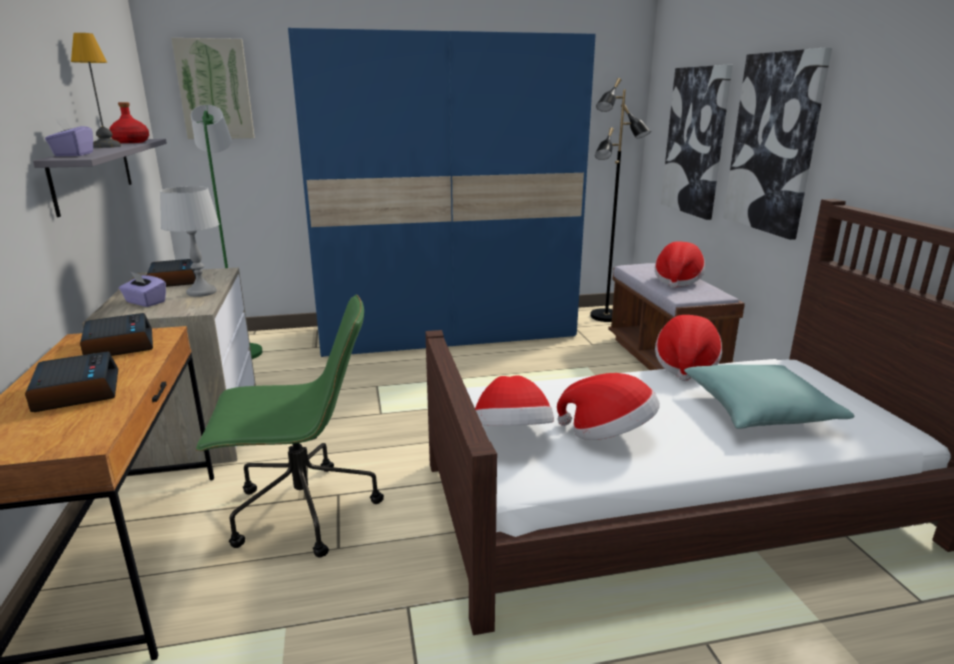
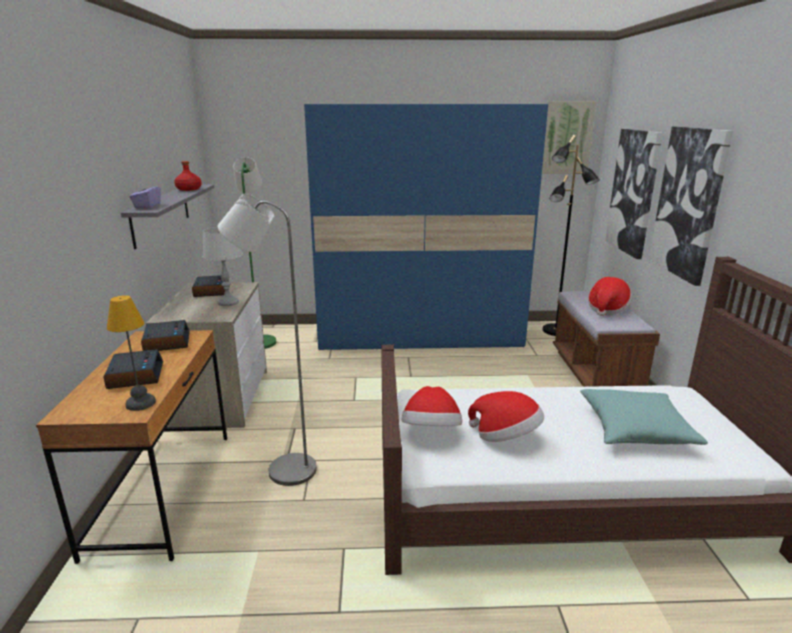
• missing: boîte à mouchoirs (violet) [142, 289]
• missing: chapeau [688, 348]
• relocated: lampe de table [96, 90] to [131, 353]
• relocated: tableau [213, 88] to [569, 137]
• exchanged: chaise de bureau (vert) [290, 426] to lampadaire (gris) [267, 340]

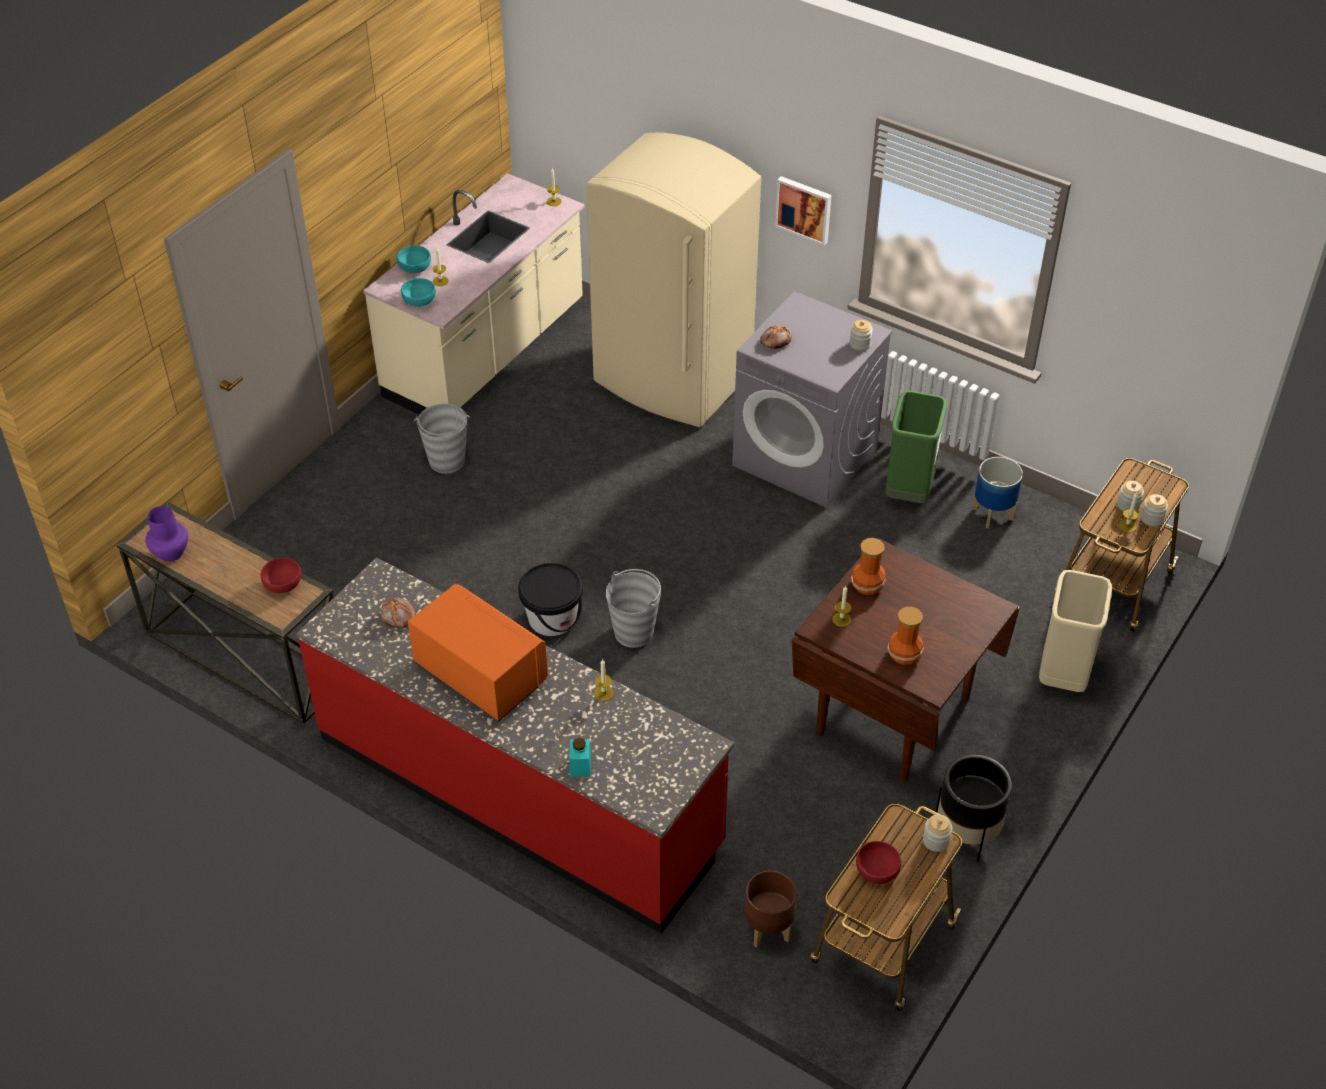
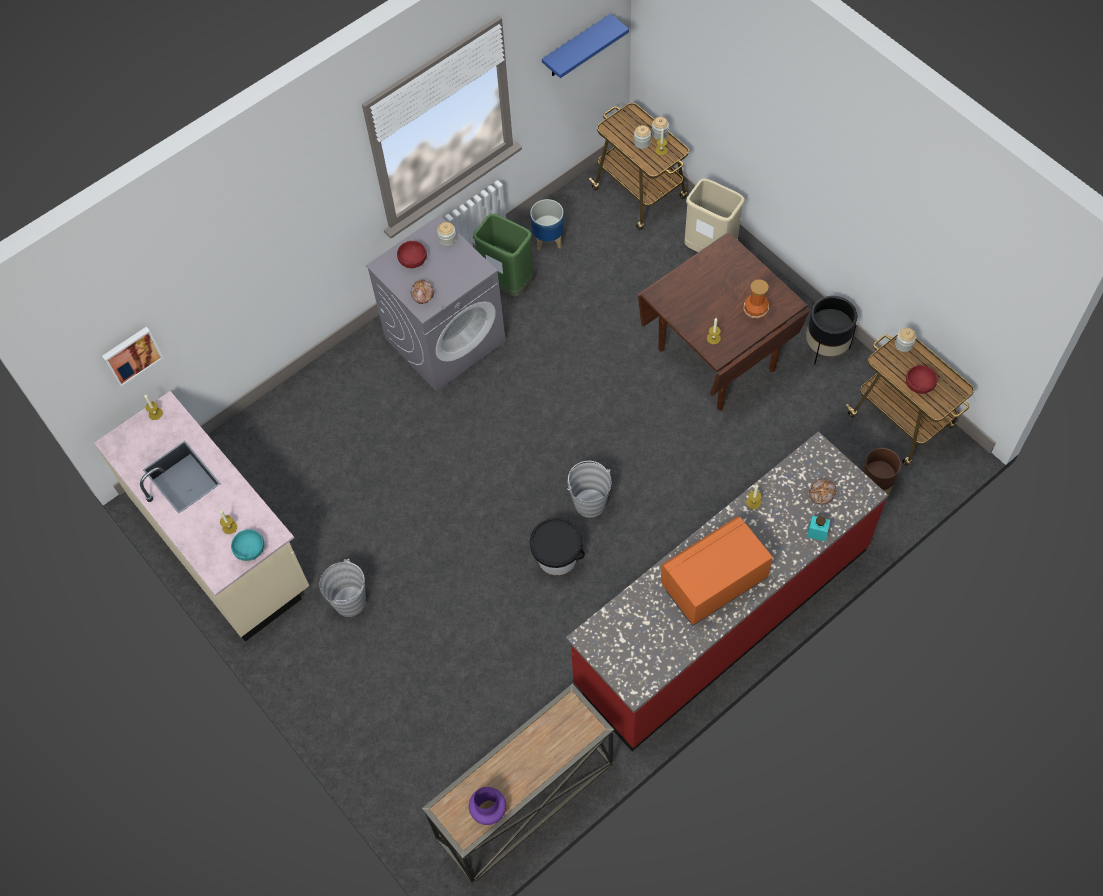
• missing: bol (turquoise) [414, 259]
• missing: réfrigérateur (beige) [673, 280]
• missing: vase [868, 566]
• appeared: étagère (bleu) [585, 46]
• relocated: bol (rouge) [281, 575] to [412, 254]
• relocated: pain [398, 613] to [823, 491]
• relocated: tableau [803, 211] to [133, 357]

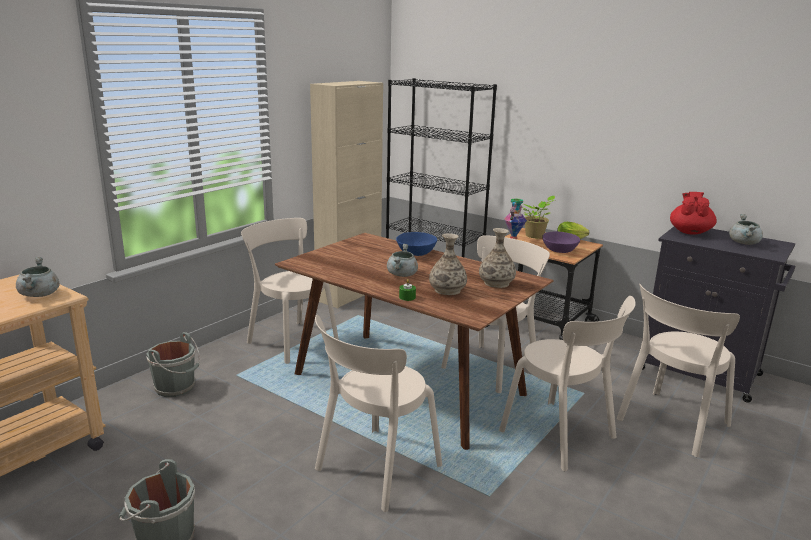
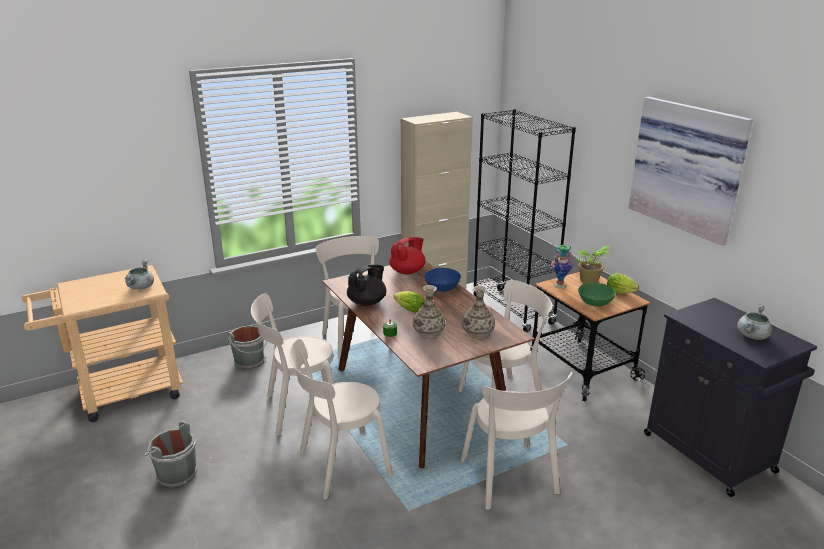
• appeared: théière (noir) [366, 285]
• appeared: tableau [690, 171]
• relocated: chaise (beige) [678, 370] to [292, 364]
• relocated: théière (rouge) [693, 213] to [407, 256]
• exchanged: marmite (gris) [402, 260] to laitue [409, 302]
• colour: bol (violet) [561, 242] to bol (vert) [597, 294]

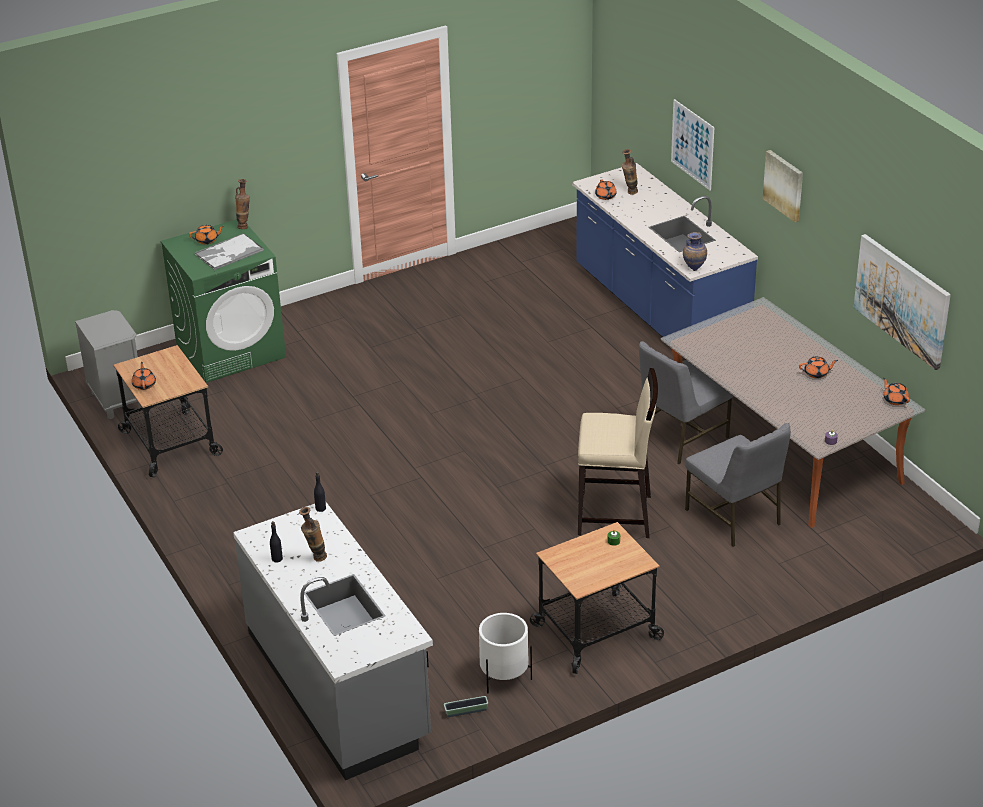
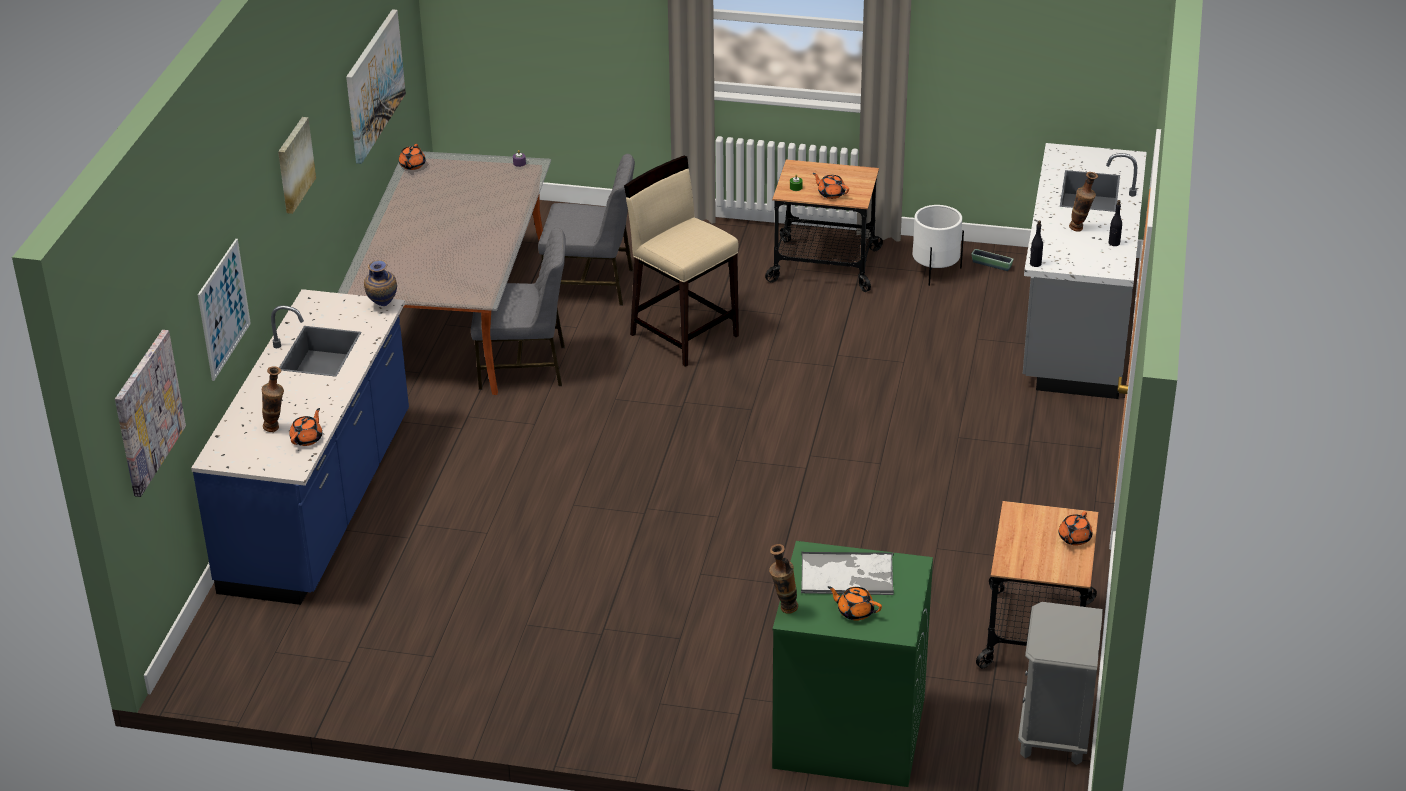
• appeared: tableau [150, 413]
• relocated: théière (orange) [818, 367] to [831, 186]
• spun: chaise (gris) [738, 485] = [586, 230] 90 degrees clockwise

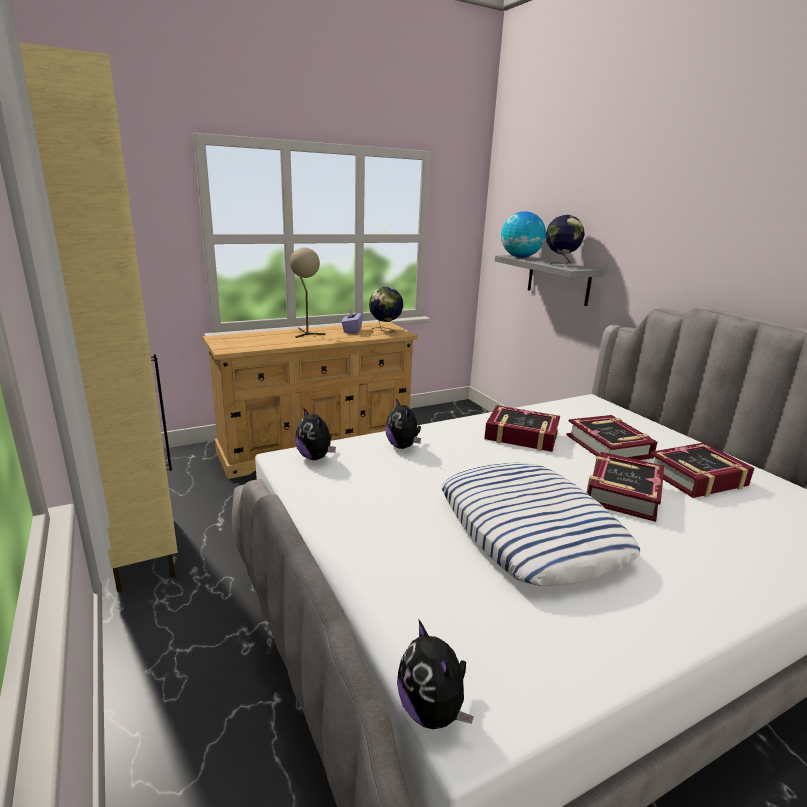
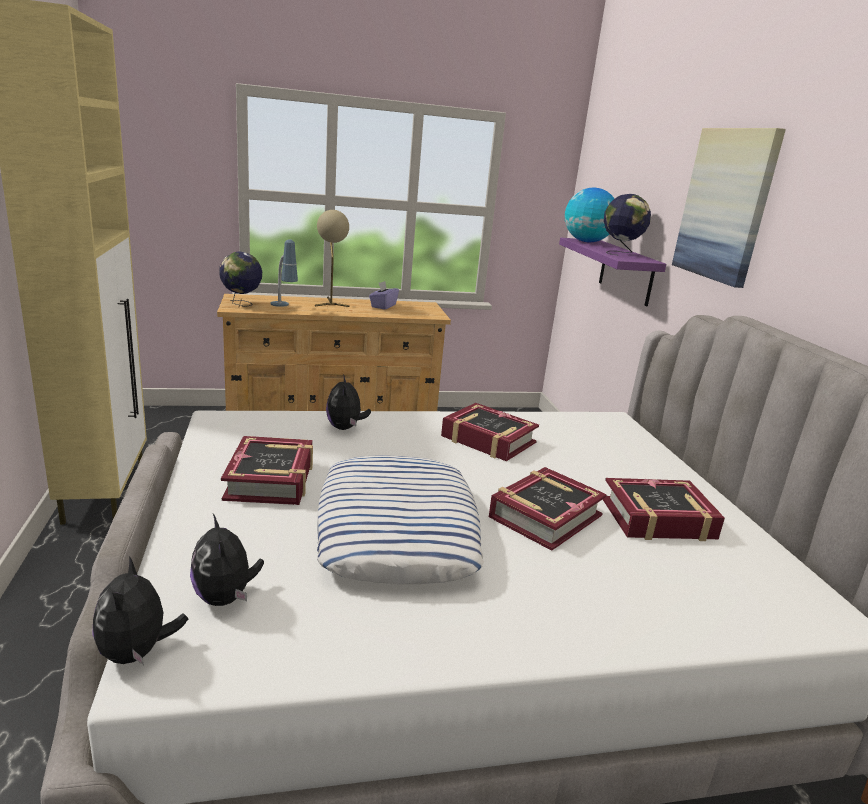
• appeared: lampe de table [284, 273]
• appeared: tableau [729, 208]
• relocated: peluche [315, 433] to [227, 560]
• relocated: globe [386, 309] to [240, 279]
• relocated: livre [612, 437] to [267, 470]
• colour: étagère (gris) [549, 280] to étagère (violet) [612, 272]

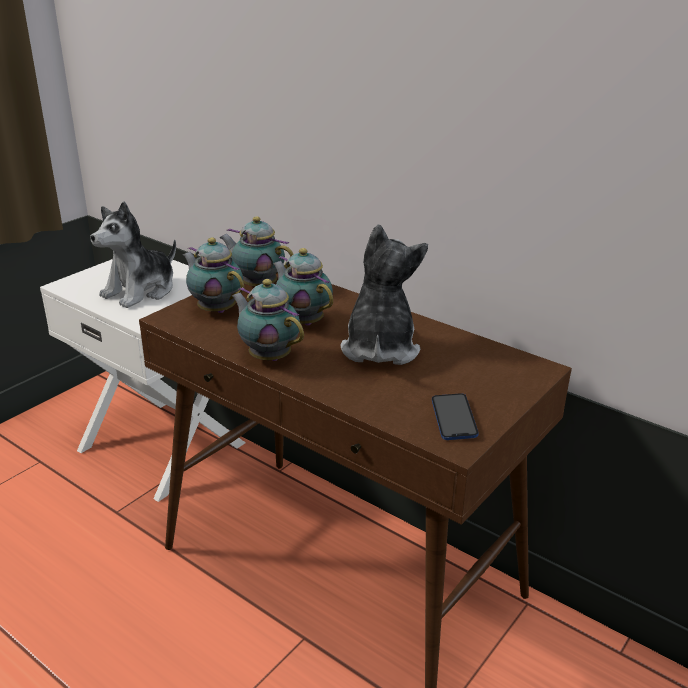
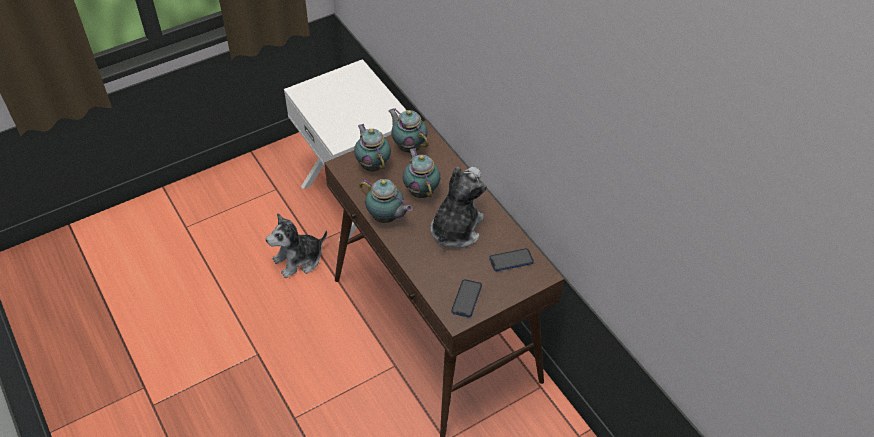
• appeared: téléphone [511, 259]
• relocated: peluche [133, 254] to [296, 245]
• spun: théière [268, 320] = [386, 201] 150 degrees clockwise

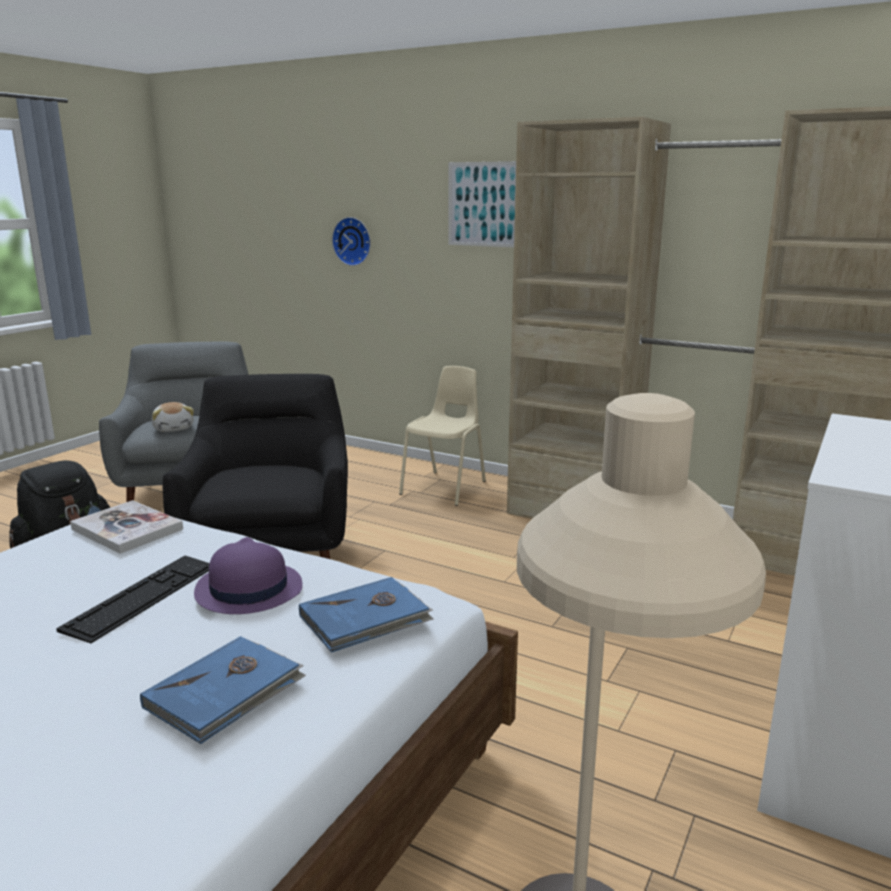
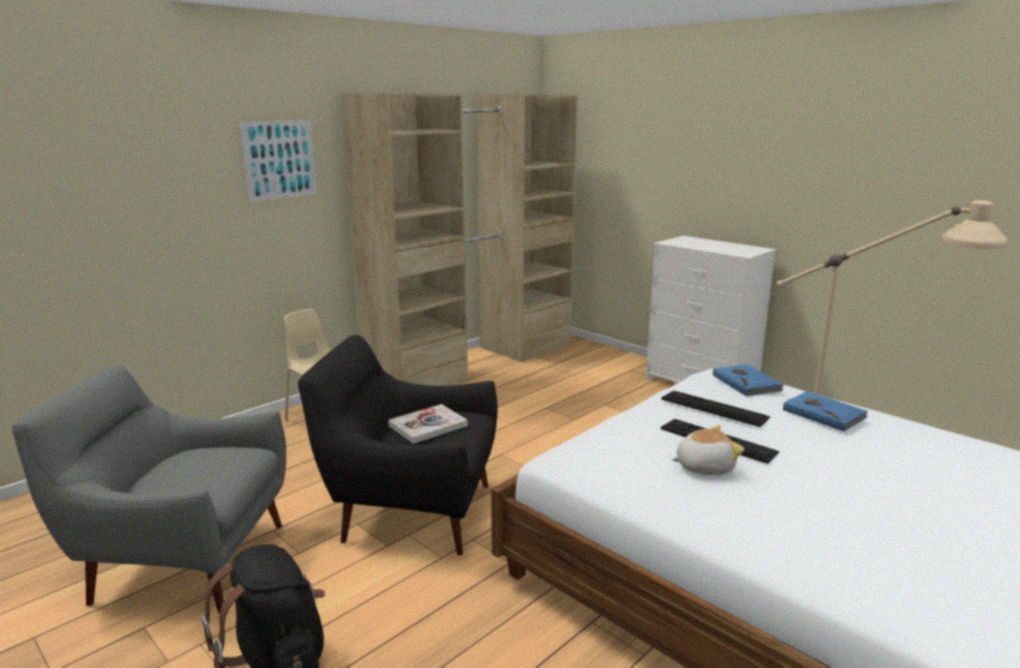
• missing: horloge murale [351, 241]
• relocated: livre [126, 527] to [428, 424]
• relocated: peluche [172, 417] to [708, 450]
• exchanged: chapeau (violet) [248, 575] to clavier [715, 409]

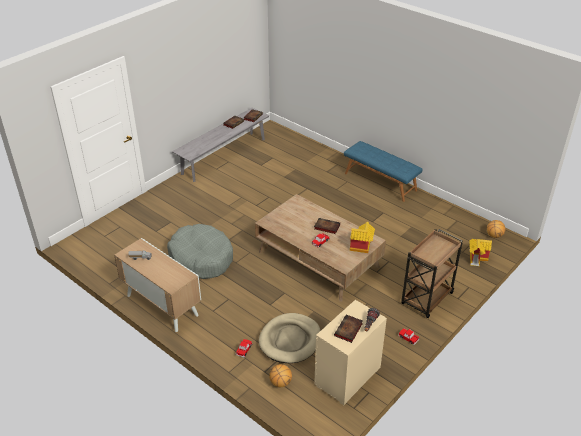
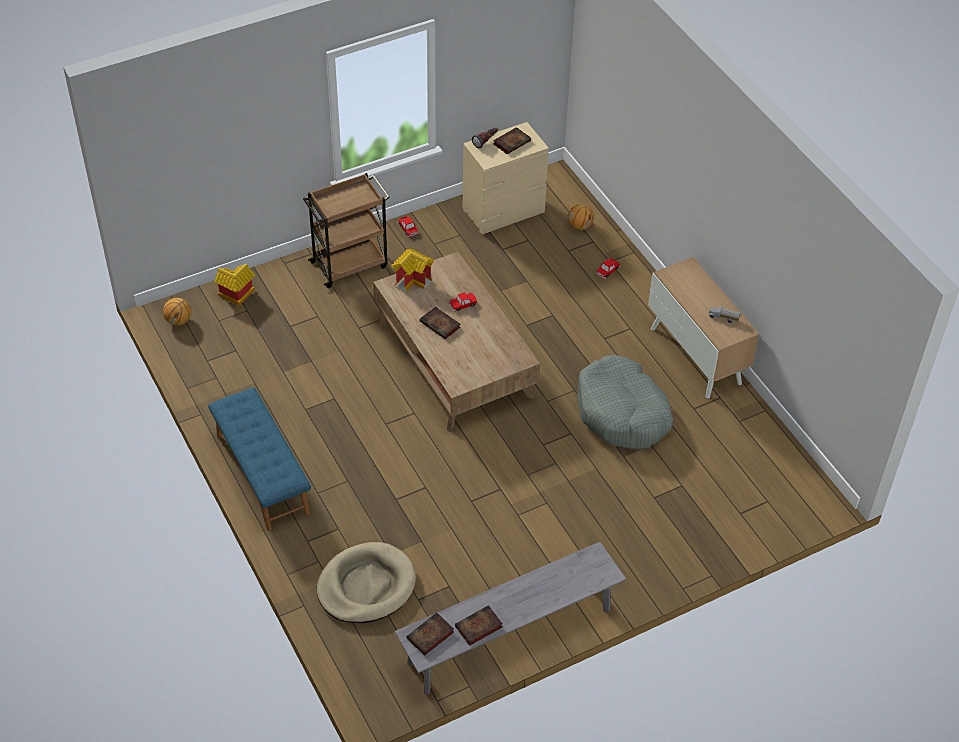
• relocated: panier pour chien (beige) [290, 338] to [366, 582]

